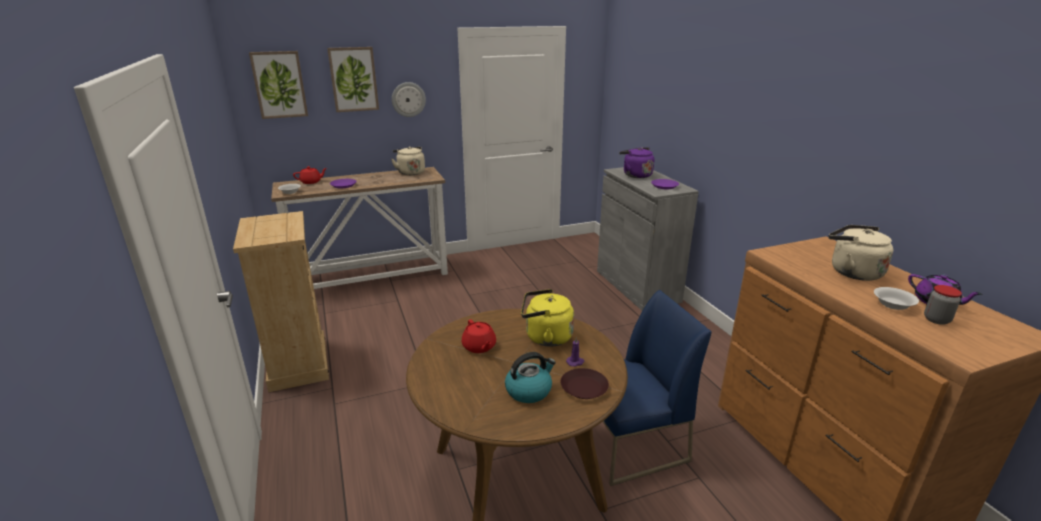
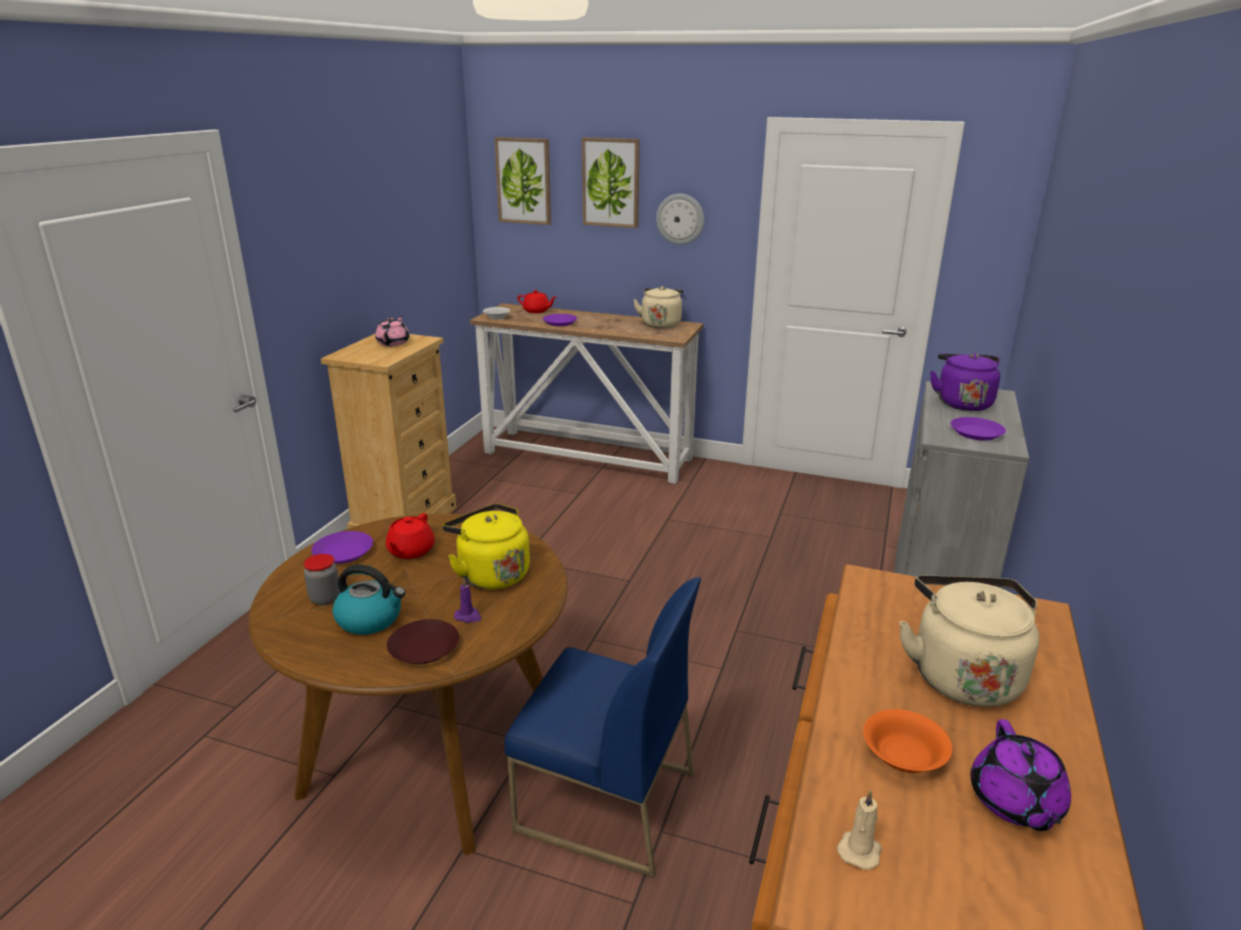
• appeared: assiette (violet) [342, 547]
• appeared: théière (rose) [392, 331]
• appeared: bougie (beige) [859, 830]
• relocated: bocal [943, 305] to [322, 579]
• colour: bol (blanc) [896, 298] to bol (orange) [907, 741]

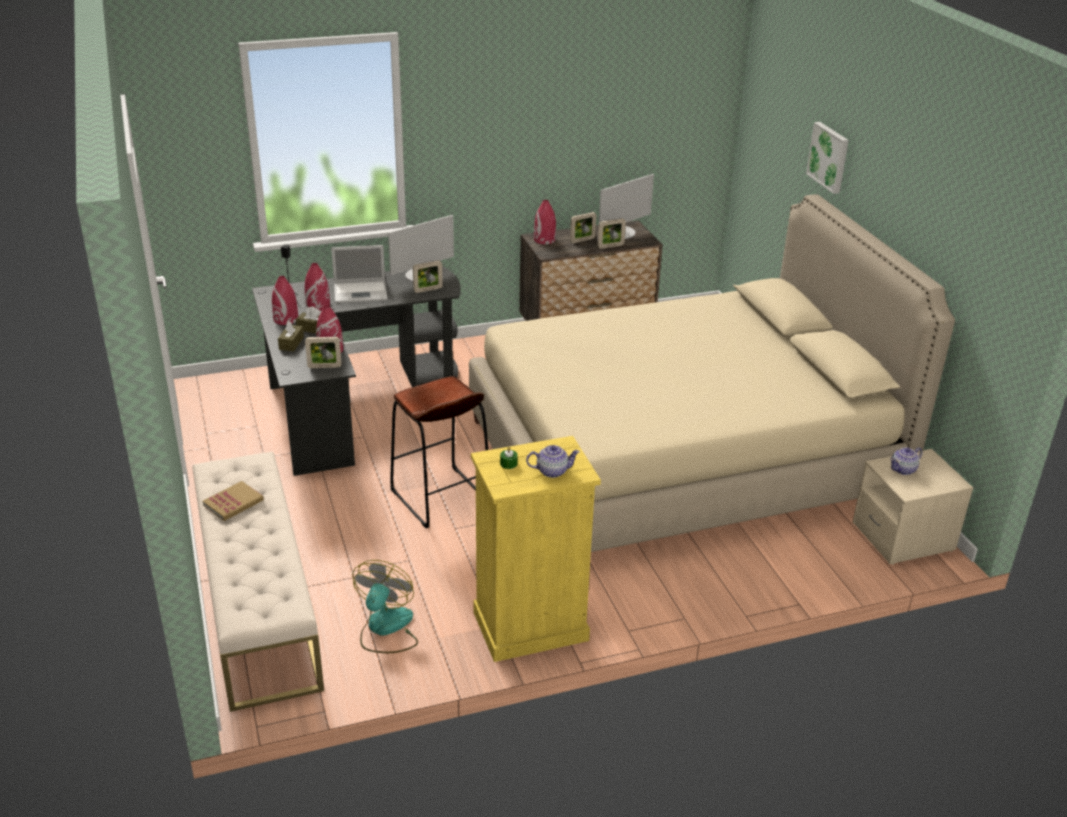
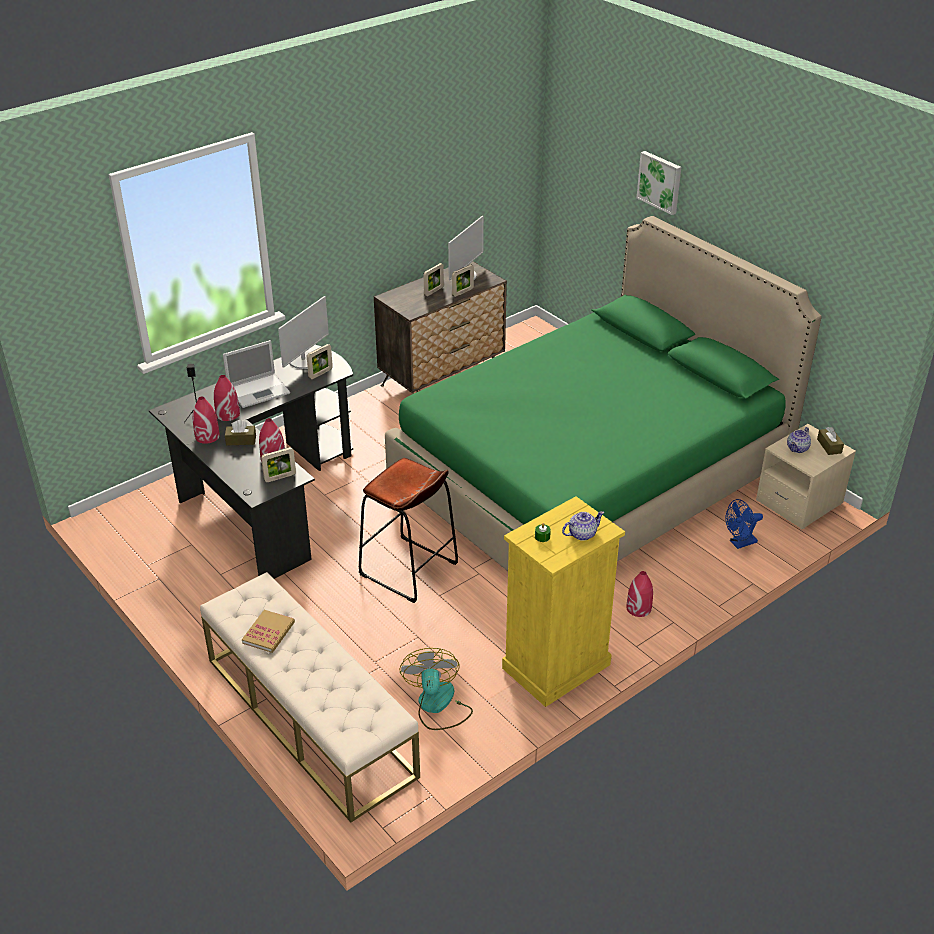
• appeared: ventilateur (bleu) [744, 524]
• relocated: boîte à mouchoirs (marron) [291, 336] to [830, 441]
• relocated: vase (rouge) [545, 222] to [639, 594]
• colour: lit (beige) [712, 373] to lit (vert) [603, 393]

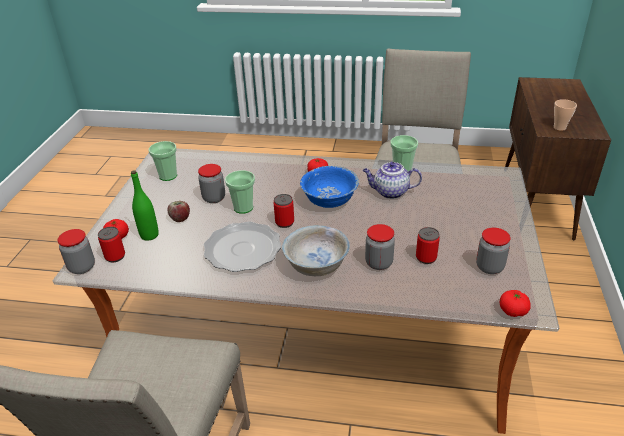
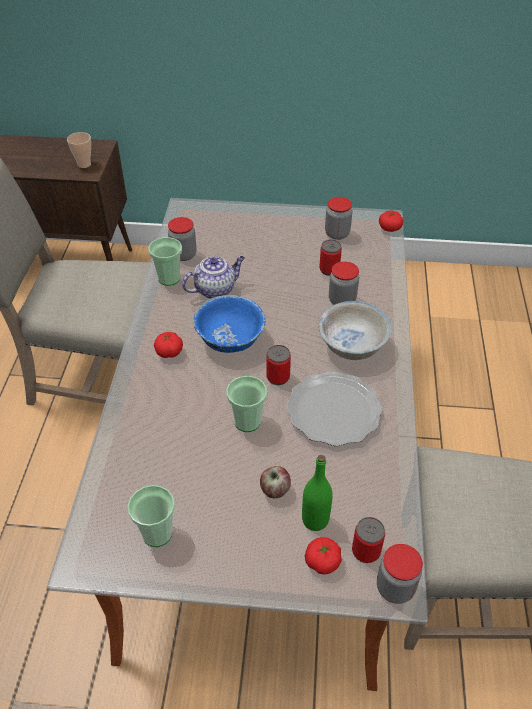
• relocated: bocal [211, 183] to [182, 239]
• spun: théière [392, 180] = [213, 277] 120 degrees counterclockwise

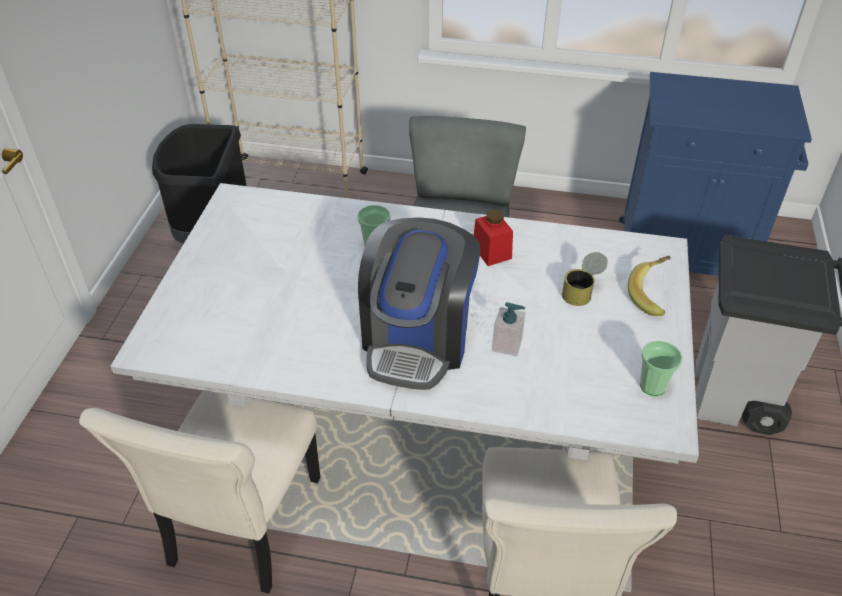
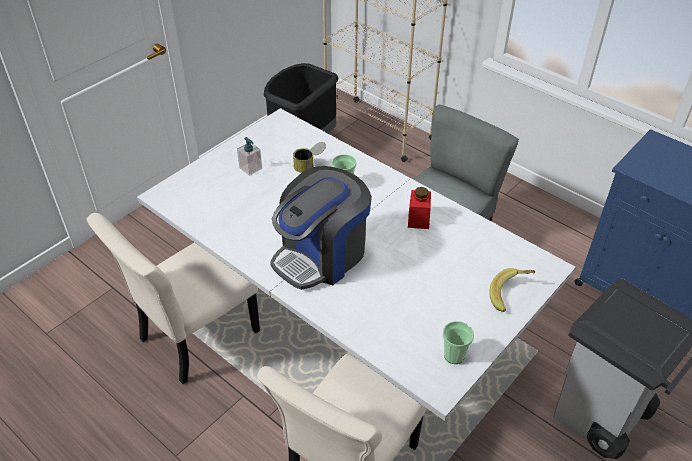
• relocated: distributeur de savon [508, 329] to [249, 156]
• relocated: boîte métallique [585, 279] to [309, 157]

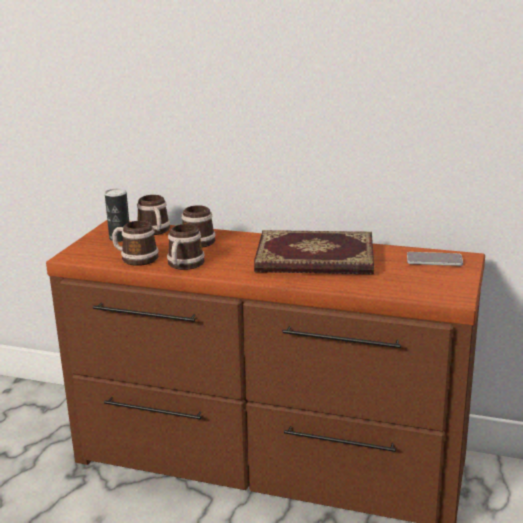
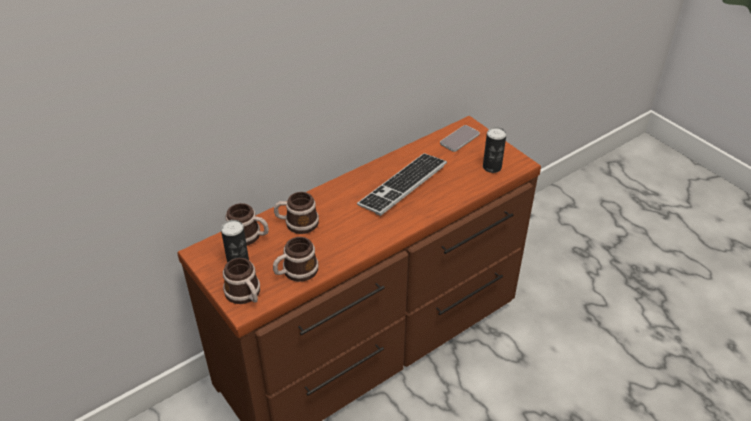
• appeared: boîte métallique [494, 150]
• relocated: mug [186, 247] to [241, 281]
• exchanged: livre [314, 252] to clavier [402, 184]

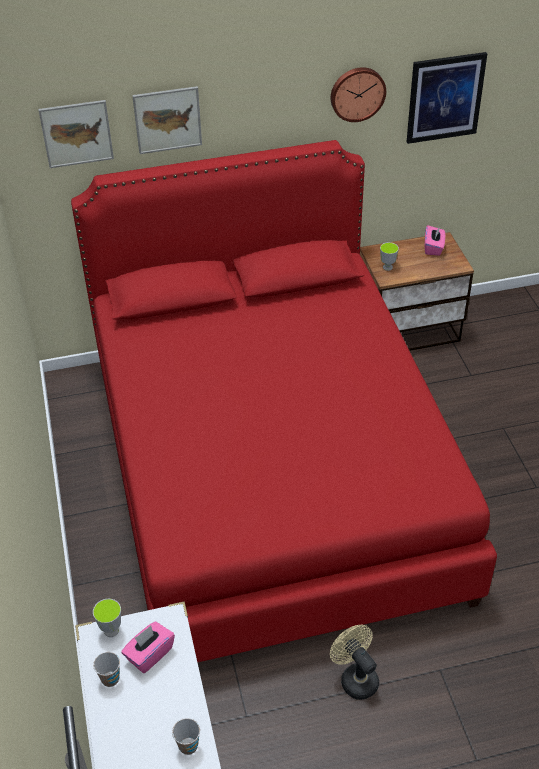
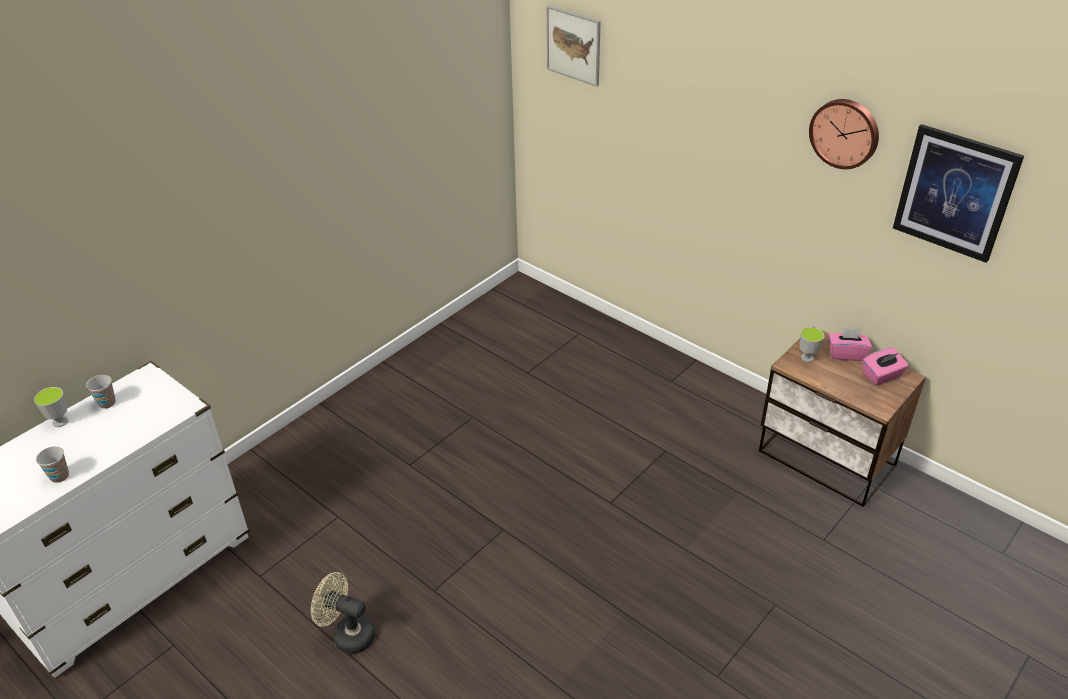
• missing: lit (rouge) [284, 401]
• missing: tableau [167, 120]
• relocated: tasse [107, 617] to [51, 407]
• relocated: boîte à mouchoirs (rose) [148, 647] to [850, 344]
• spun: ventilateur (beige) [354, 662] = [343, 613] 90 degrees counterclockwise

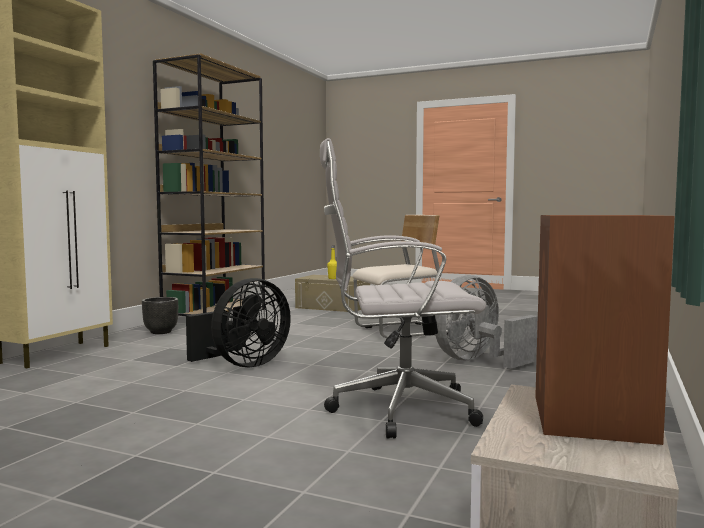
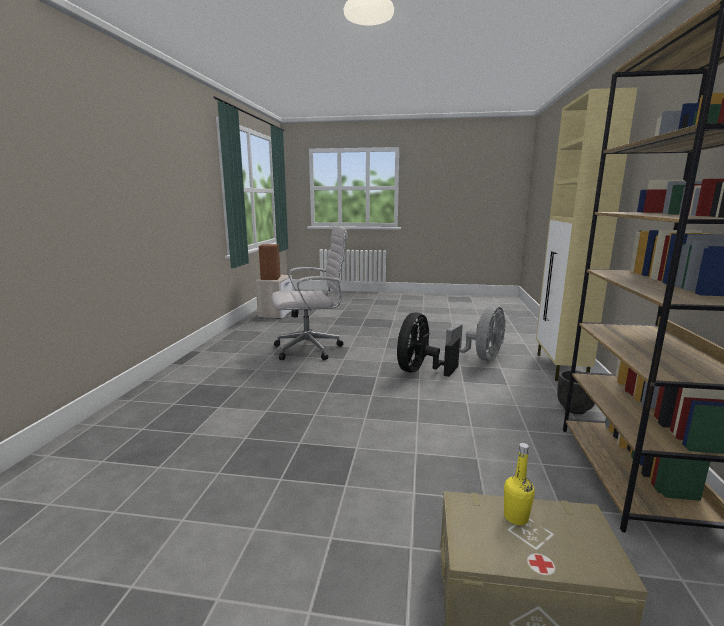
• missing: chaise (beige) [400, 276]
• relocated: ventilateur (gris) [486, 322] to [476, 333]

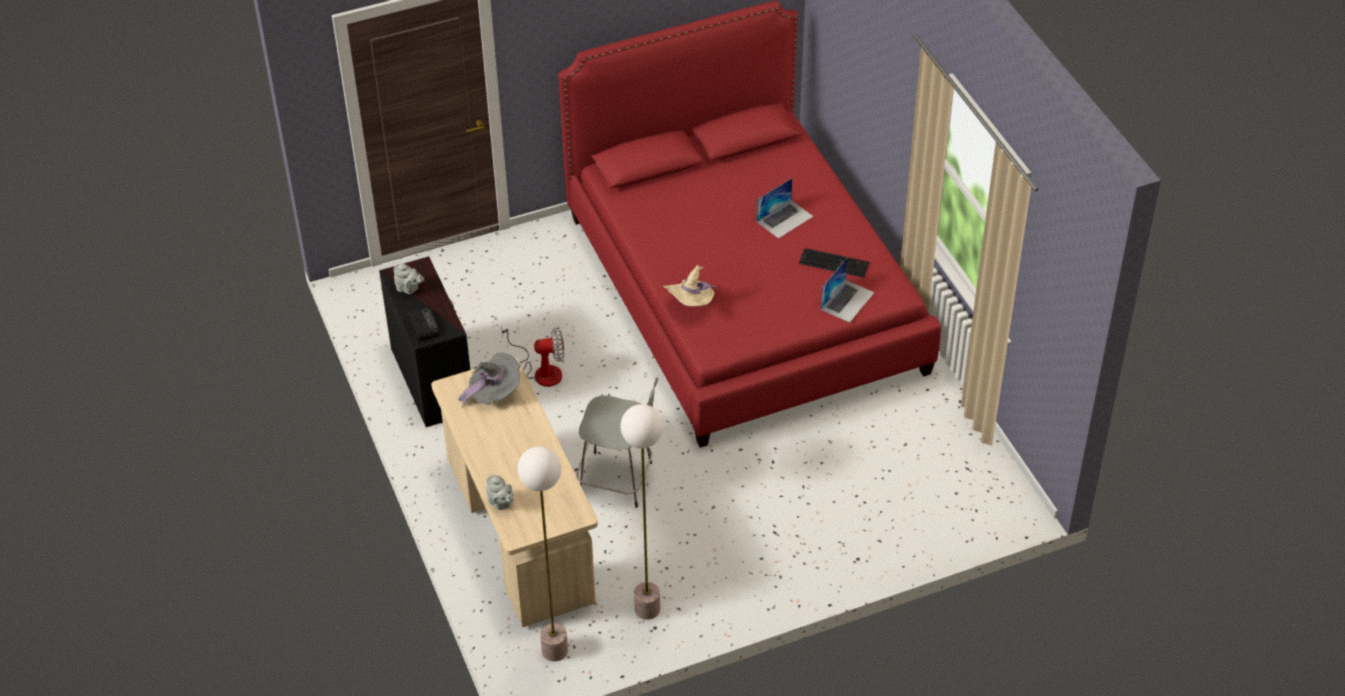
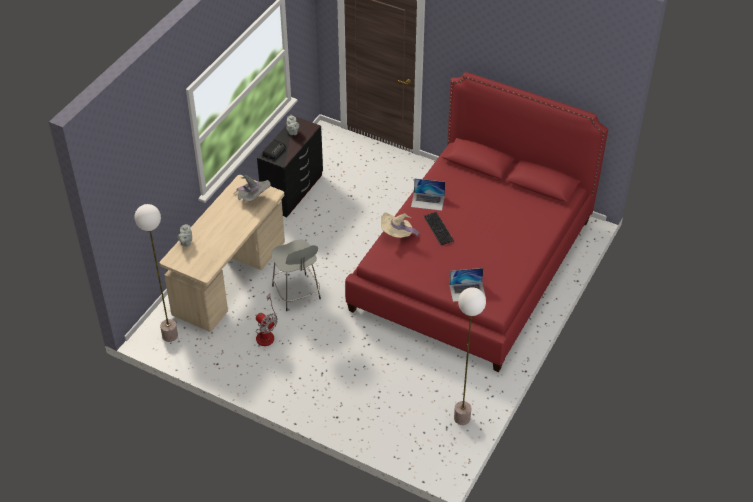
• relocated: ventilateur [532, 356] to [267, 320]
• relocated: lampadaire [641, 512] to [470, 356]
• relocated: ordinateur portable [784, 208] to [428, 194]
• relocated: clavier [834, 263] to [439, 228]

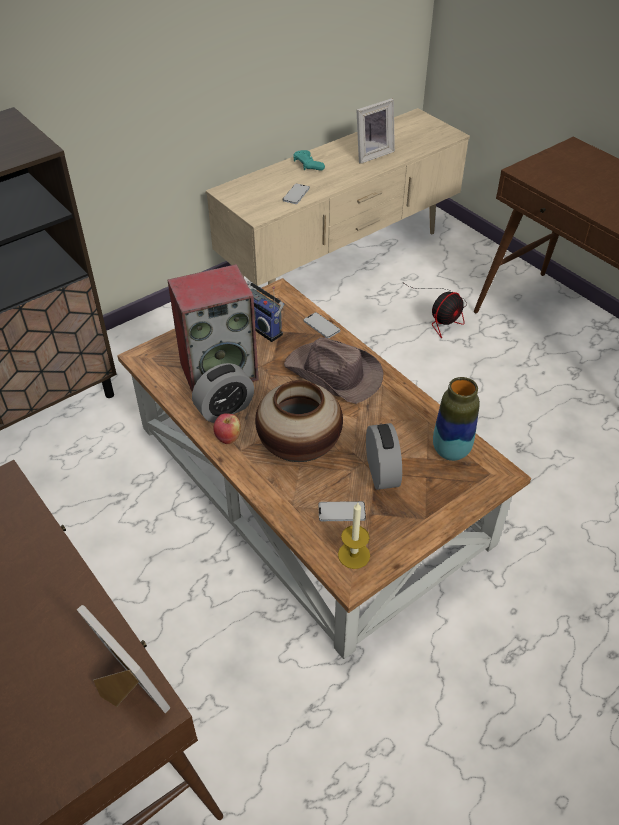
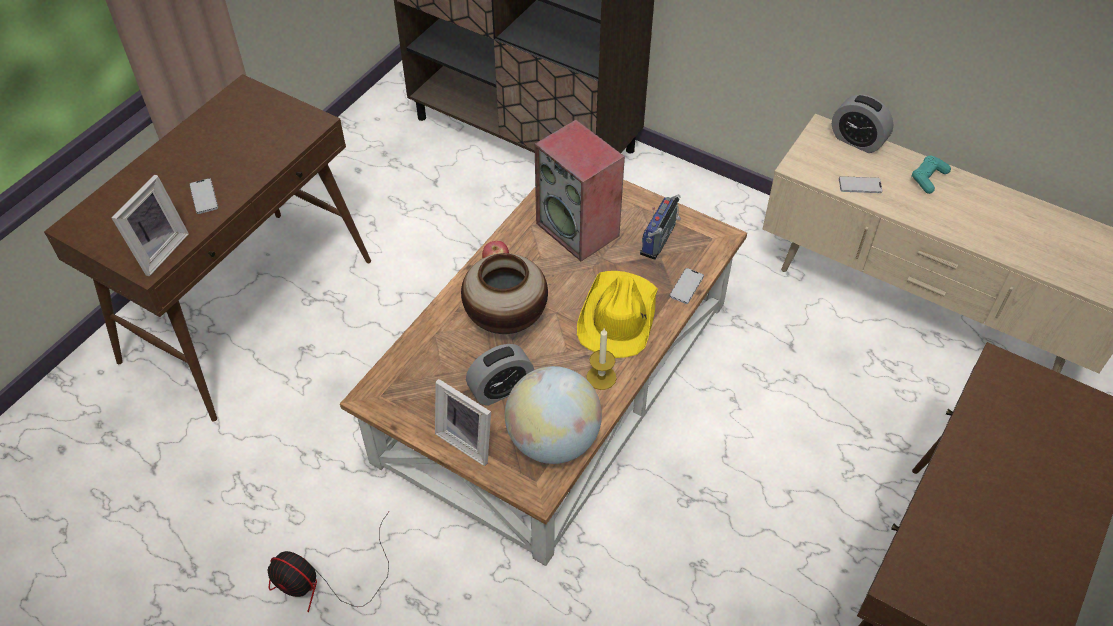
• relocated: réveil [223, 393] to [863, 123]
• relocated: téléphone [342, 511] to [203, 196]
• relocated: bougie [354, 536] to [601, 359]
• relocated: cadre photo [375, 131] to [463, 422]
• relocated: ventilateur [434, 310] to [328, 562]
• exchanged: vase [456, 419] to globe [553, 415]
• colour: chapeau (marron) [334, 370] to chapeau (jaune) [617, 314]

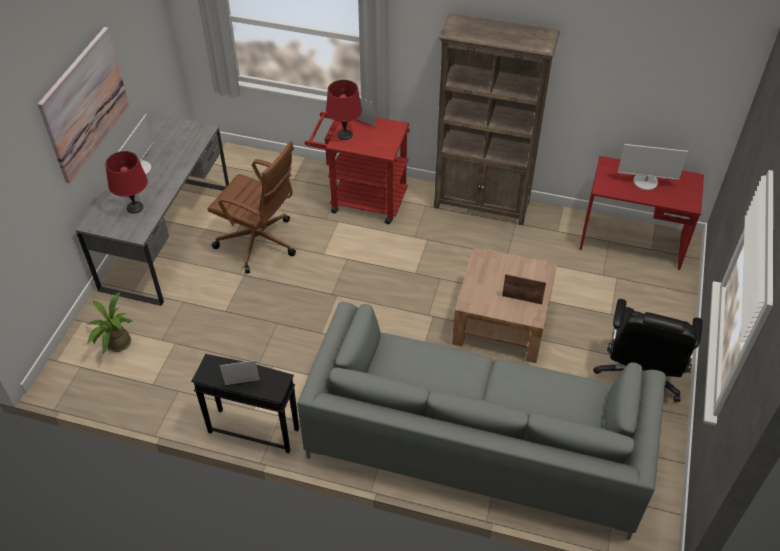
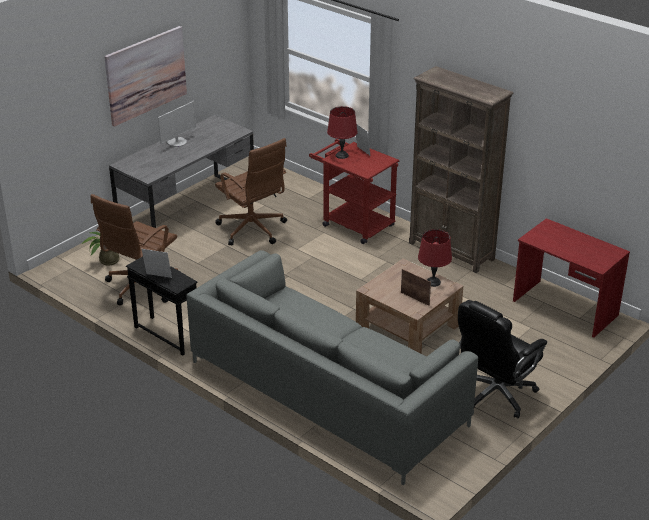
• missing: écran d'ordinateur [653, 167]
• appeared: chaise de bureau (marron) [134, 249]
• relocated: lampe de table (rouge) [126, 182] to [435, 258]

